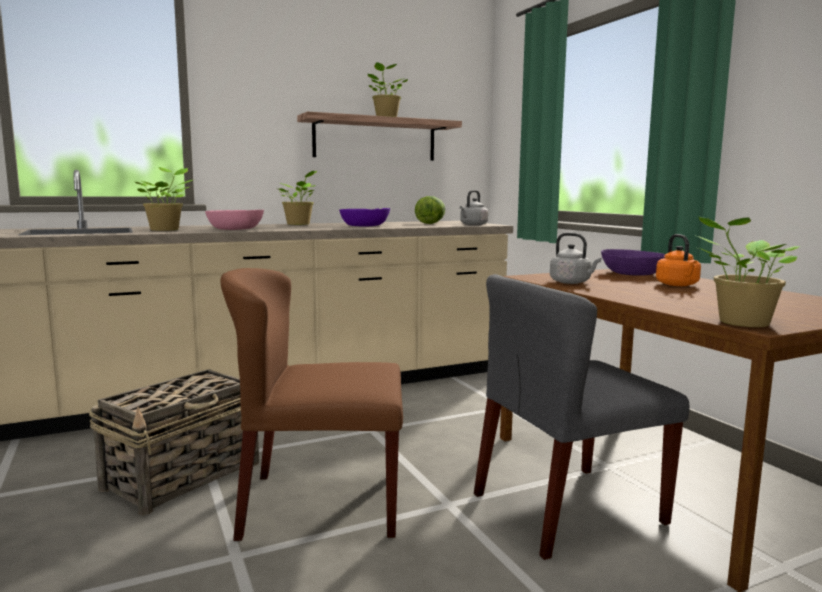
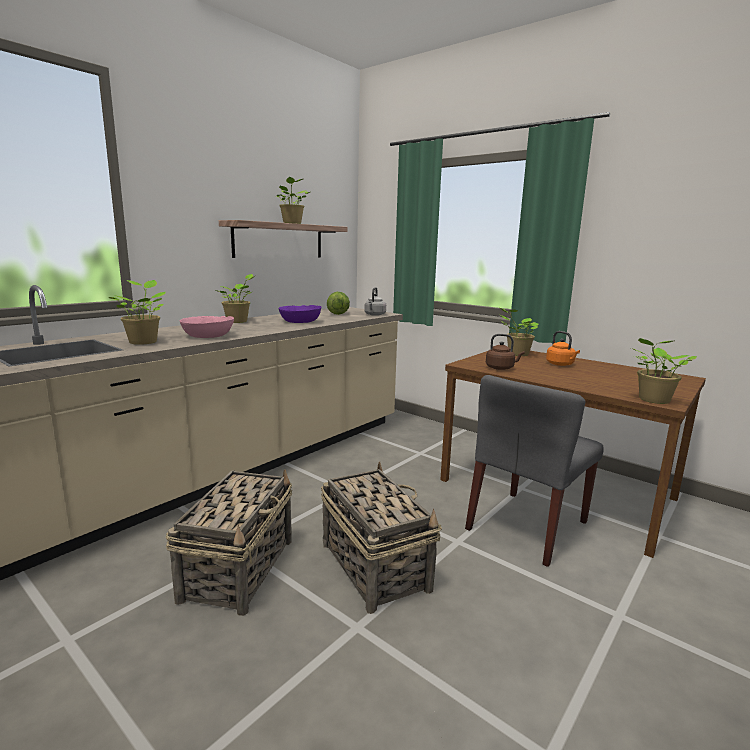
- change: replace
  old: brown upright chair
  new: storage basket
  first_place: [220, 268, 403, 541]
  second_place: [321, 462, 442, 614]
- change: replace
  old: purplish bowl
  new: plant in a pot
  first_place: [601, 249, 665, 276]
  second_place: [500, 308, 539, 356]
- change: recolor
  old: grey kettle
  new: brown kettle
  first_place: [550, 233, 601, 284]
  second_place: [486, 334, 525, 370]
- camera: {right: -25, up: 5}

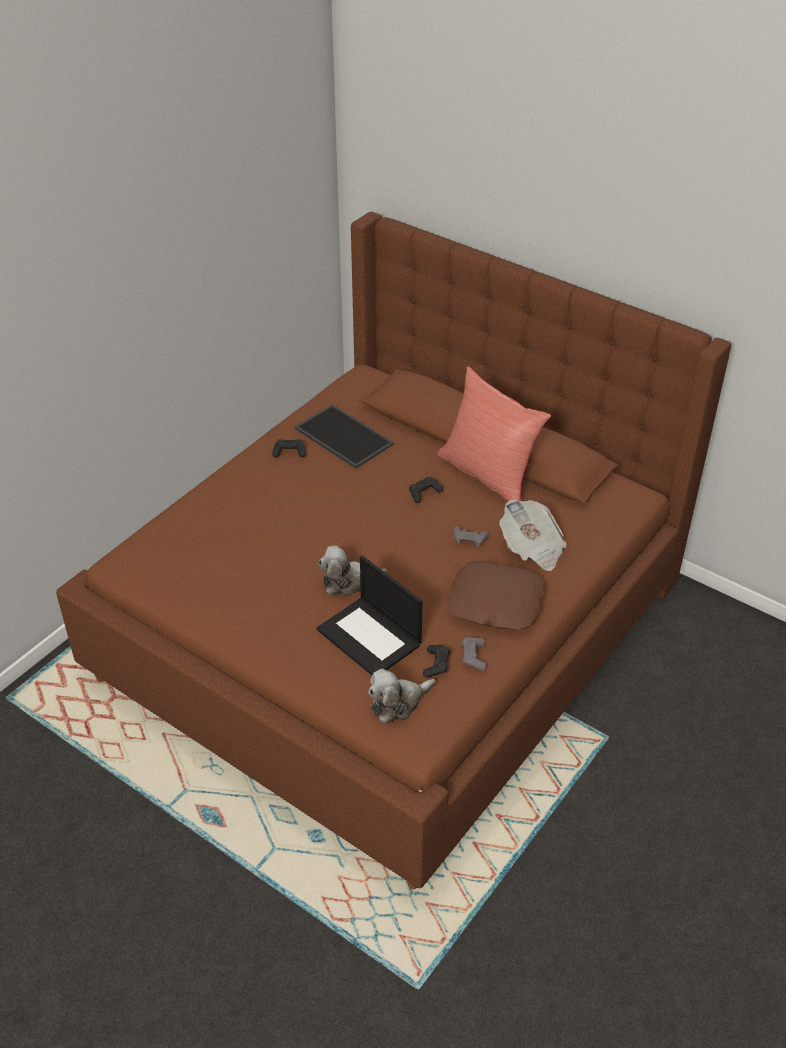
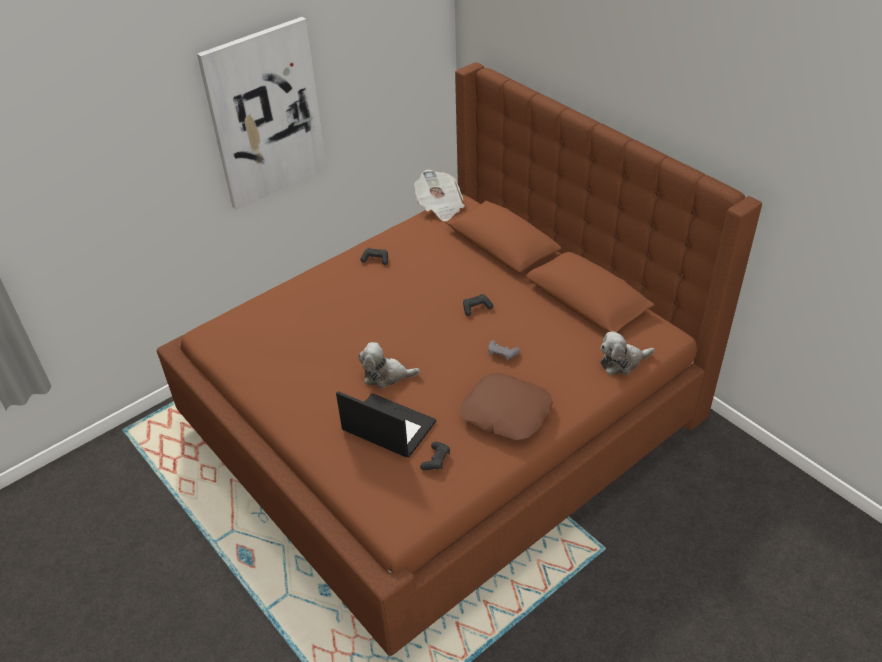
- change: delete
  old: serving tray
  first_place: [295, 404, 394, 469]
- change: delete
  old: red cushion
  first_place: [437, 367, 551, 501]
- change: delete
  old: grey gamepad
  first_place: [462, 637, 487, 671]
- change: insert
  new: wall picture
  second_place: [197, 17, 327, 210]
- change: move
  old: plush toy
  first_place: [368, 668, 436, 723]
  second_place: [600, 331, 655, 375]
- change: move
  old: printed paper
  first_place: [499, 499, 567, 571]
  second_place: [414, 169, 465, 221]
- change: rotate
  old: portable computer
  first_place: [317, 556, 423, 675]
  second_place: [336, 391, 436, 458]
  degrees: 150
- camera: {right: 15, up: 0}

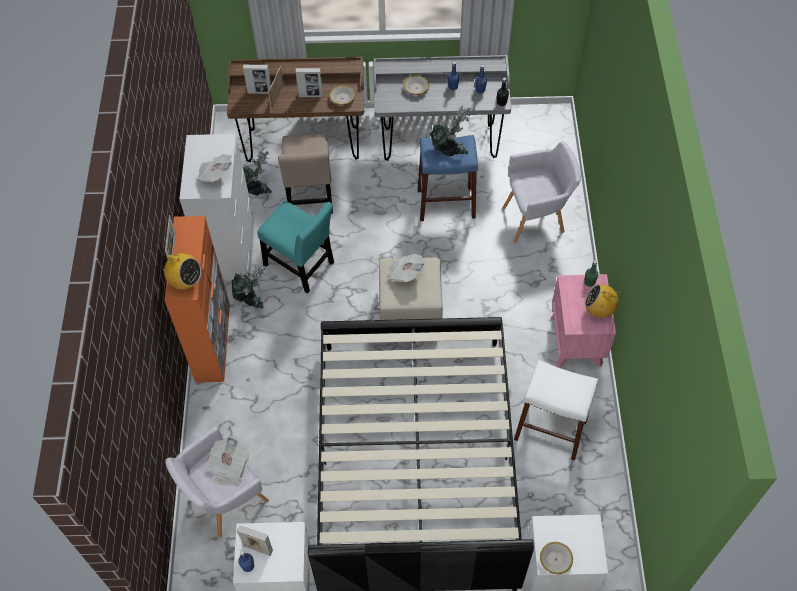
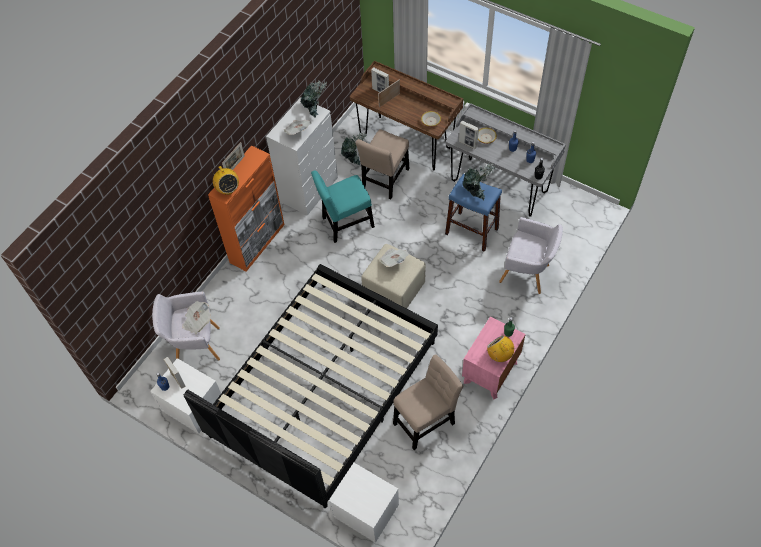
- change: delete
  old: bowl
  first_place: [540, 542, 573, 574]
- change: move
  old: plant in a pot
  first_place: [232, 262, 266, 309]
  second_place: [301, 81, 327, 118]
- change: move
  old: picture frame
  first_place: [296, 68, 323, 97]
  second_place: [459, 120, 479, 149]
- change: replace
  old: whitish stool seat
  new: beige upright chair
  first_place: [514, 360, 599, 460]
  second_place: [393, 354, 463, 450]
- change: rotate
  old: turquoise upright chair
  first_place: [257, 201, 334, 293]
  second_place: [311, 170, 375, 243]
  degrees: 90
- camera: {right: 35, up: 0}

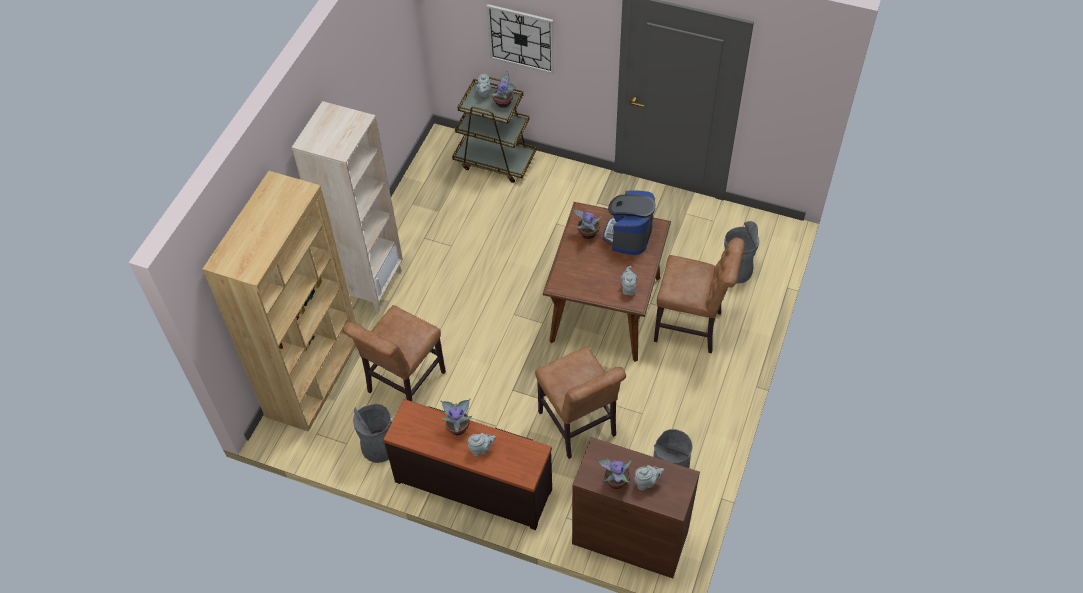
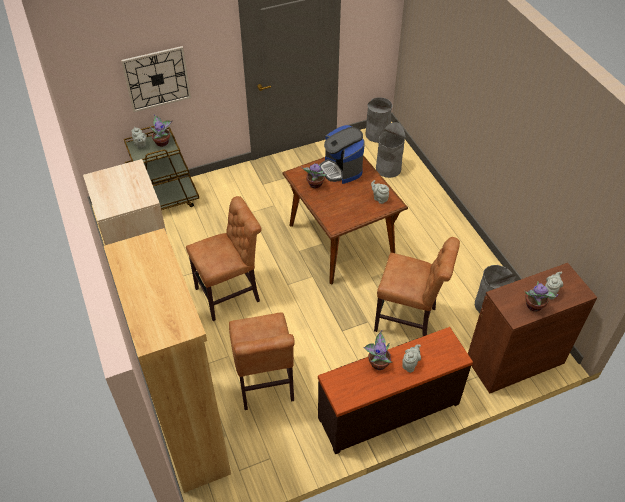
- change: move
  old: grey rubbish bin
  first_place: [353, 404, 392, 463]
  second_place: [365, 97, 392, 143]
- change: move
  old: brown upright chair
  first_place: [654, 238, 744, 353]
  second_place: [186, 196, 262, 321]
- camera: {right: -45, up: -5}

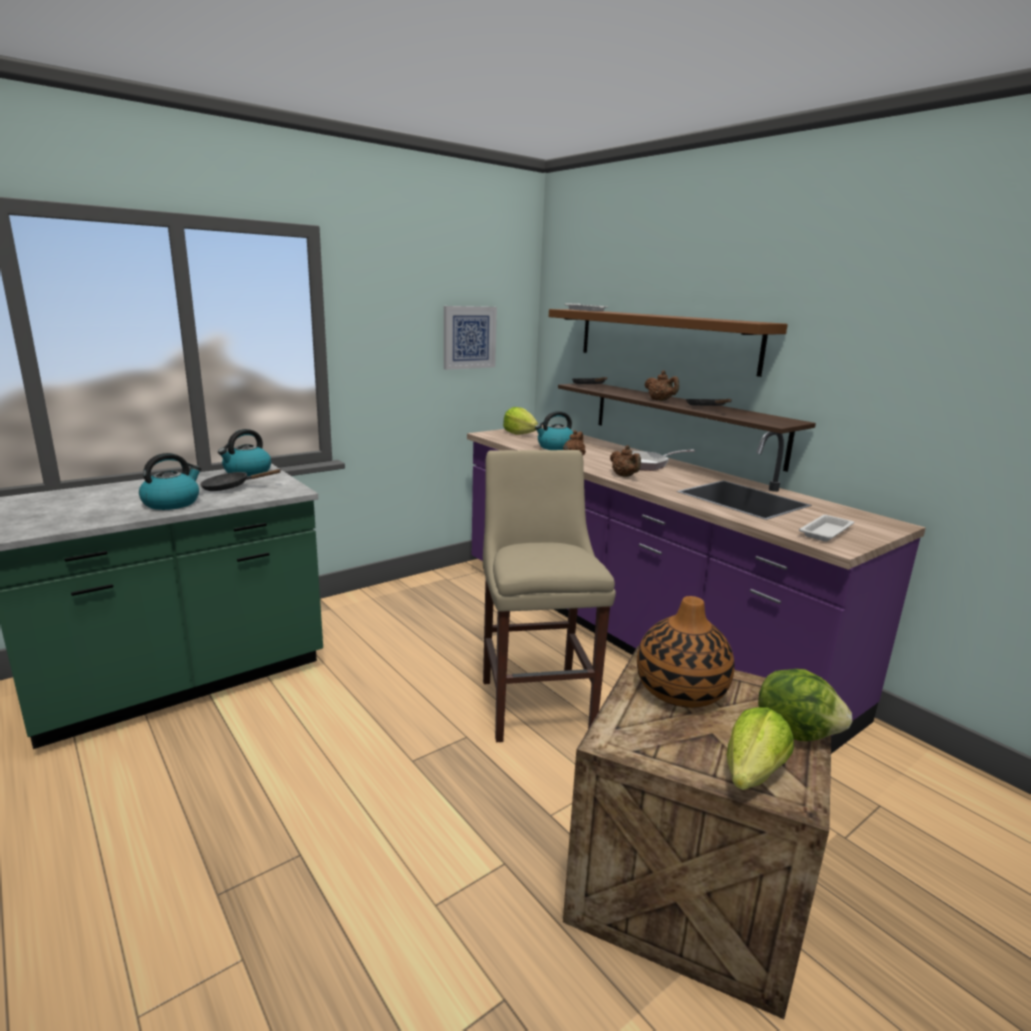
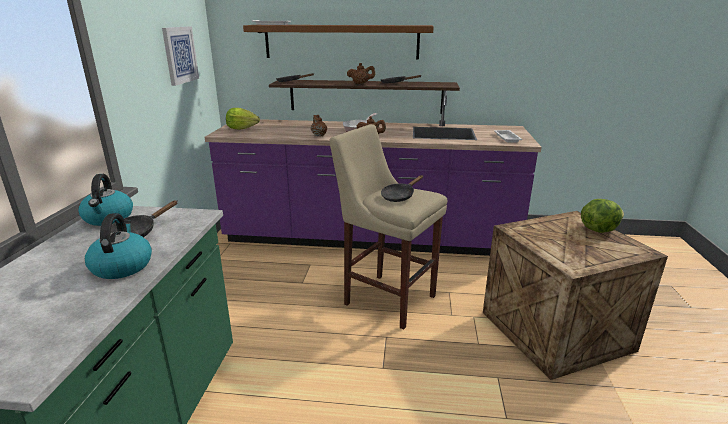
- change: delete
  old: kettle
  first_place: [535, 411, 573, 450]
- change: delete
  old: decorative vase
  first_place: [637, 596, 735, 708]
- change: delete
  old: lettuce
  first_place: [727, 707, 794, 790]
- change: insert
  new: black pan
  second_place: [381, 175, 423, 202]
- camera: {right: -45, up: 5}

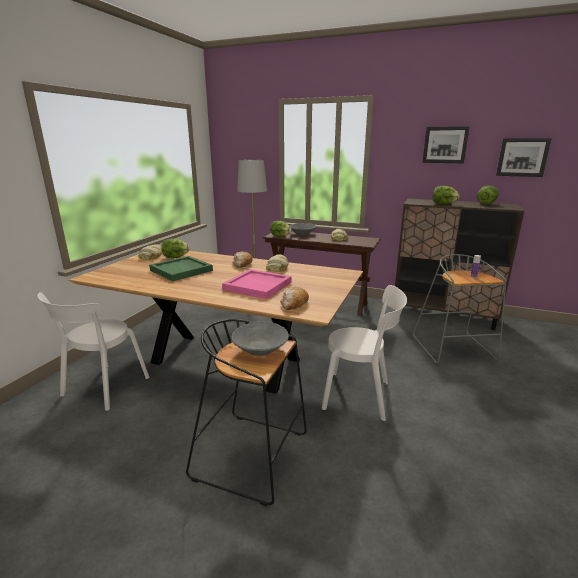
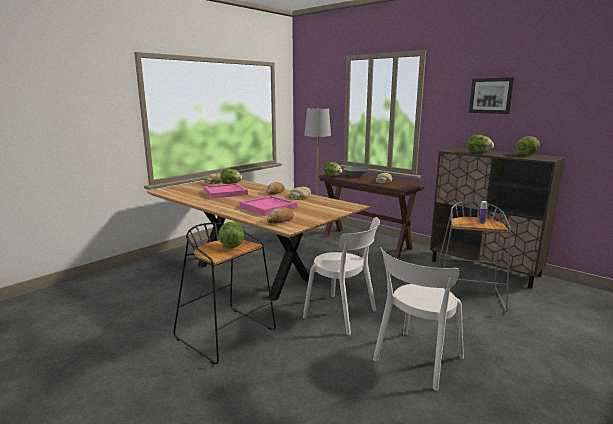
- change: delete
  old: wall picture
  first_place: [496, 138, 552, 177]
- change: move
  old: whitish upright chair
  first_place: [38, 292, 149, 411]
  second_place: [373, 247, 464, 391]
- change: replace
  old: grey bowl
  new: lettuce
  first_place: [231, 321, 289, 356]
  second_place: [218, 222, 244, 248]
- change: recolor
  old: green serving tray
  new: pinkish serving tray
  first_place: [149, 256, 213, 282]
  second_place: [204, 183, 248, 199]
- camera: {right: 20, up: -5}

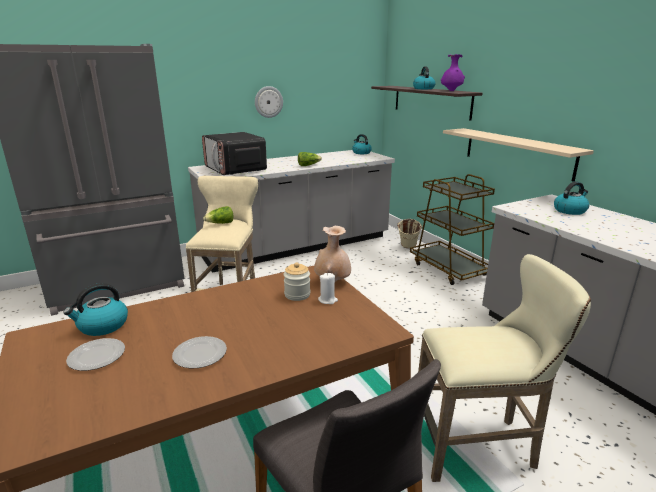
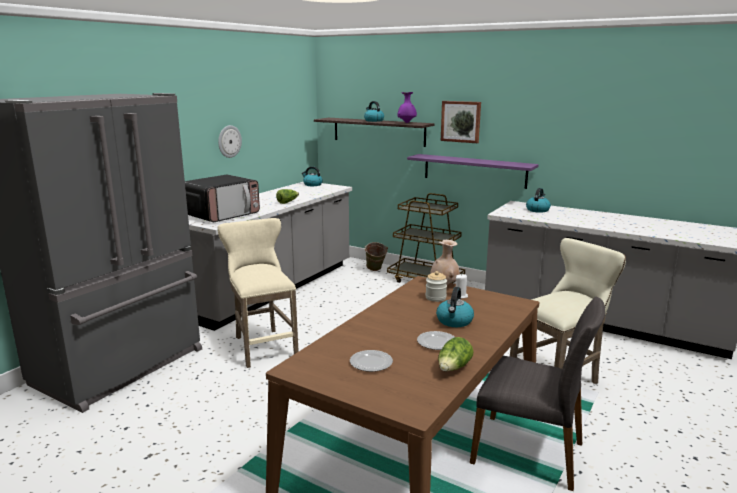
- change: insert
  new: wall picture
  second_place: [441, 101, 481, 143]
- change: move
  old: kettle
  first_place: [63, 283, 128, 336]
  second_place: [436, 287, 474, 327]
- change: move
  old: lettuce
  first_place: [203, 206, 233, 224]
  second_place: [438, 337, 474, 371]
- change: recolor
  old: beige water bucket
  new: green water bucket
  first_place: [397, 219, 422, 248]
  second_place: [364, 242, 388, 271]
- change: recolor
  old: beige shelf
  new: purplish shelf
  first_place: [443, 128, 594, 182]
  second_place: [407, 154, 539, 189]
- change: rotate
  old: microwave
  first_place: [202, 132, 267, 175]
  second_place: [185, 175, 260, 222]
  degrees: -75
- camera: {right: -30, up: -5}

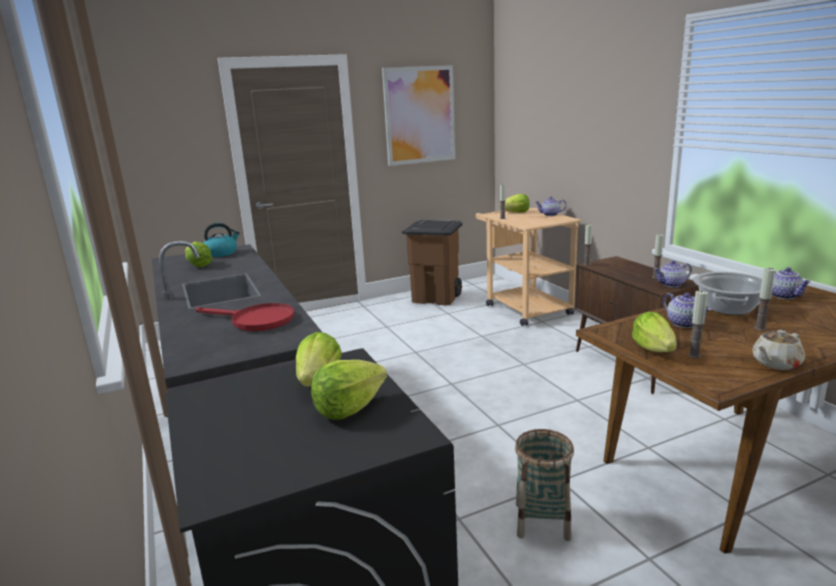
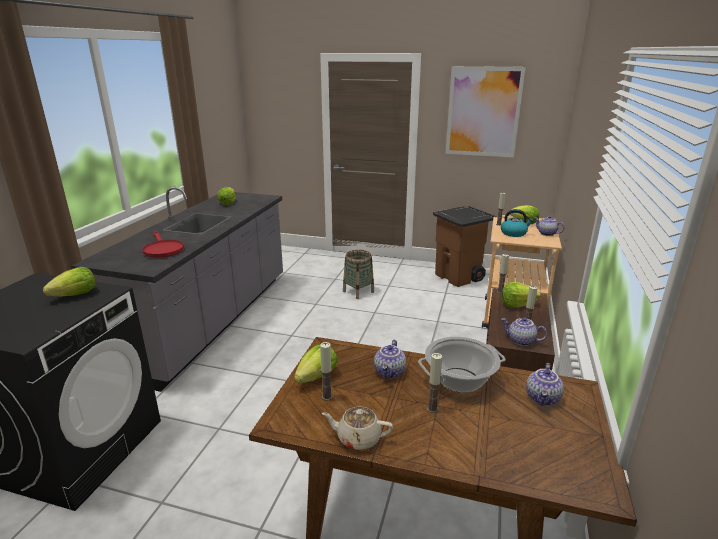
- change: move
  old: kettle
  first_place: [203, 223, 240, 257]
  second_place: [501, 209, 533, 237]
- change: move
  old: lettuce
  first_place: [311, 360, 387, 420]
  second_place: [502, 282, 541, 307]
- change: move
  old: storage basket
  first_place: [515, 429, 574, 541]
  second_place: [343, 250, 374, 299]
- camera: {right: 40, up: 5}

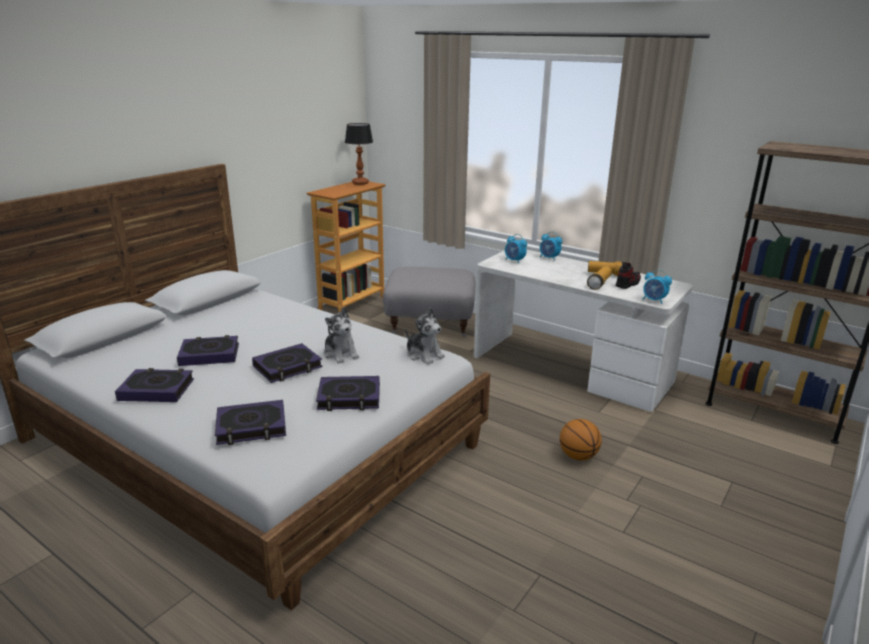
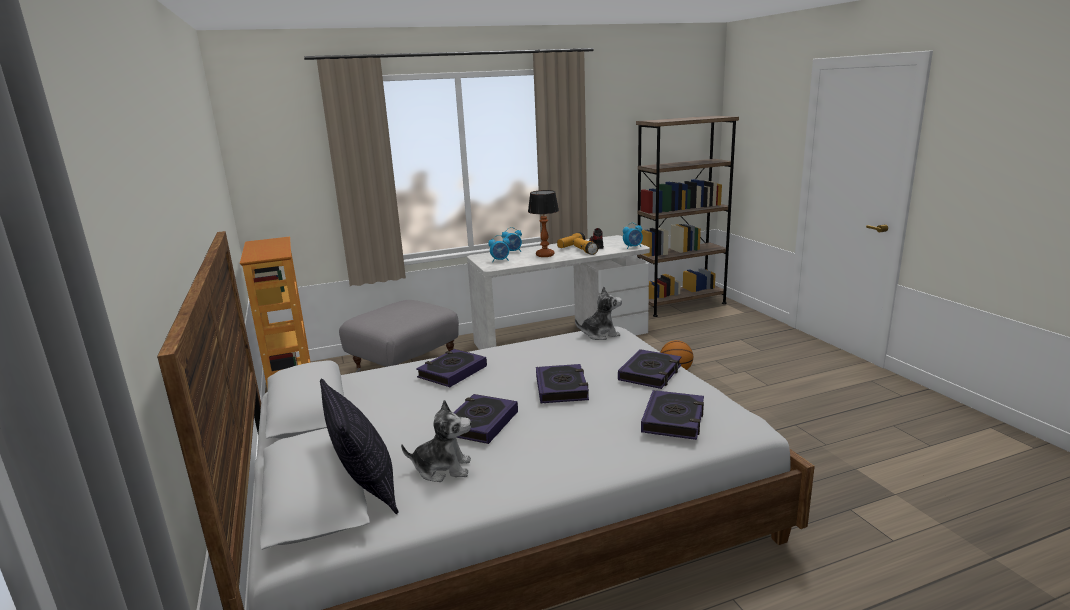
- change: insert
  new: cushion
  second_place: [320, 379, 399, 514]
- change: move
  old: volume
  first_place: [115, 368, 194, 402]
  second_place: [416, 349, 487, 387]
- change: move
  old: plush toy
  first_place: [324, 307, 359, 364]
  second_place: [401, 400, 471, 482]
- change: move
  old: lamp for a table
  first_place: [345, 123, 373, 185]
  second_place: [528, 190, 559, 257]
- camera: {right: -55, up: -5}

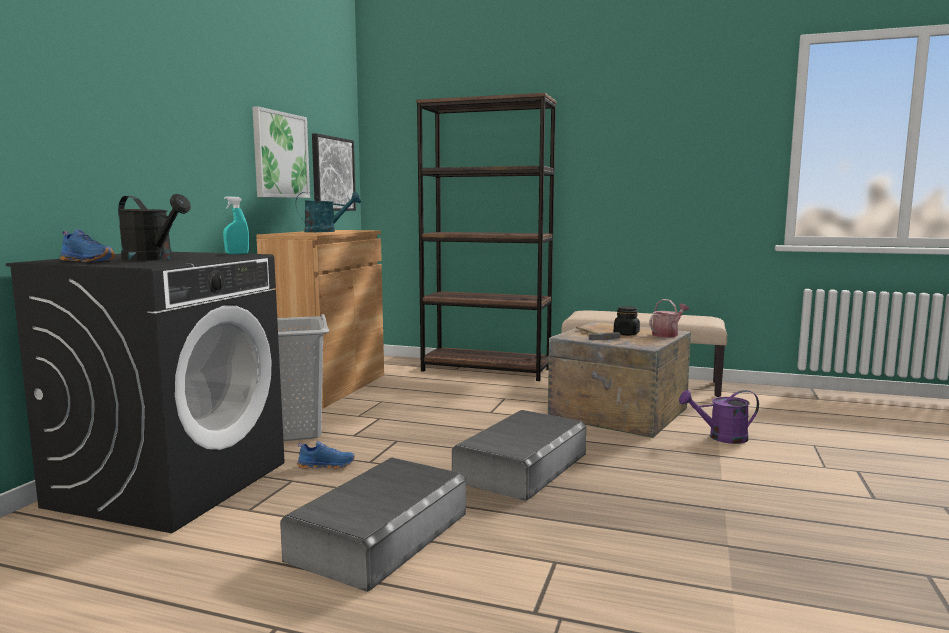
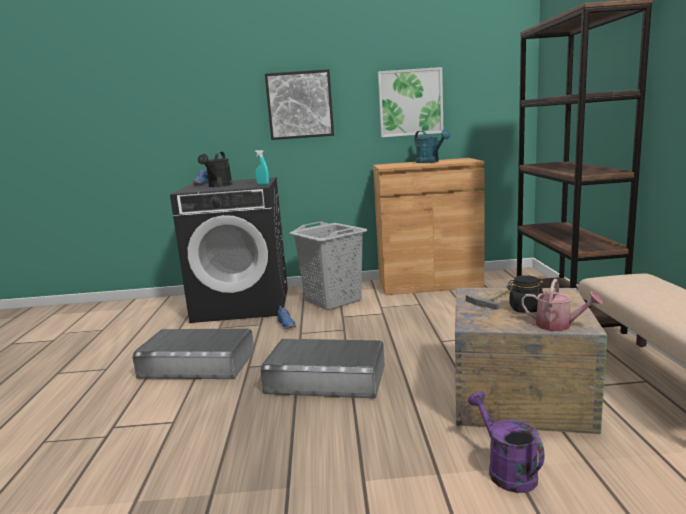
- change: move
  old: wall picture
  first_place: [312, 133, 356, 211]
  second_place: [265, 69, 334, 140]
- camera: {right: 70, up: 5}

